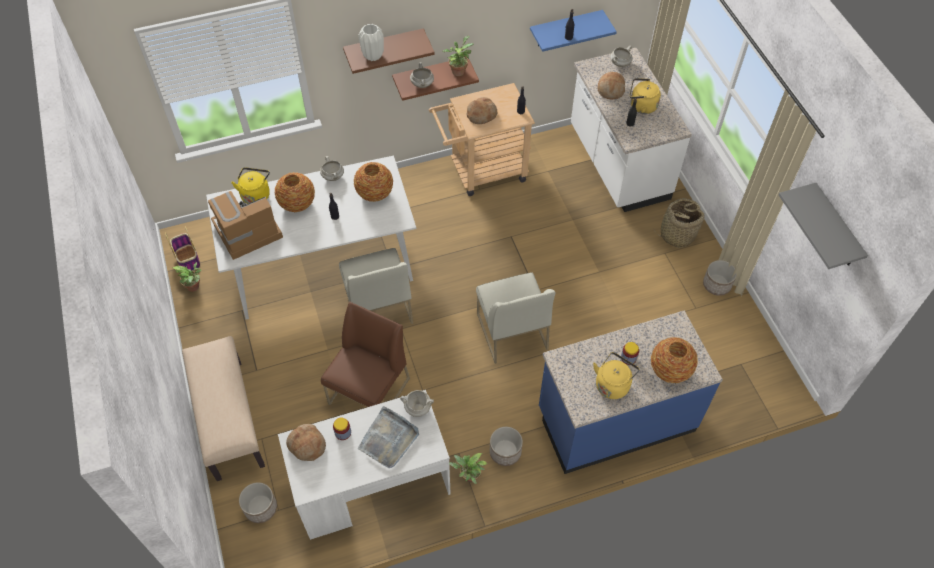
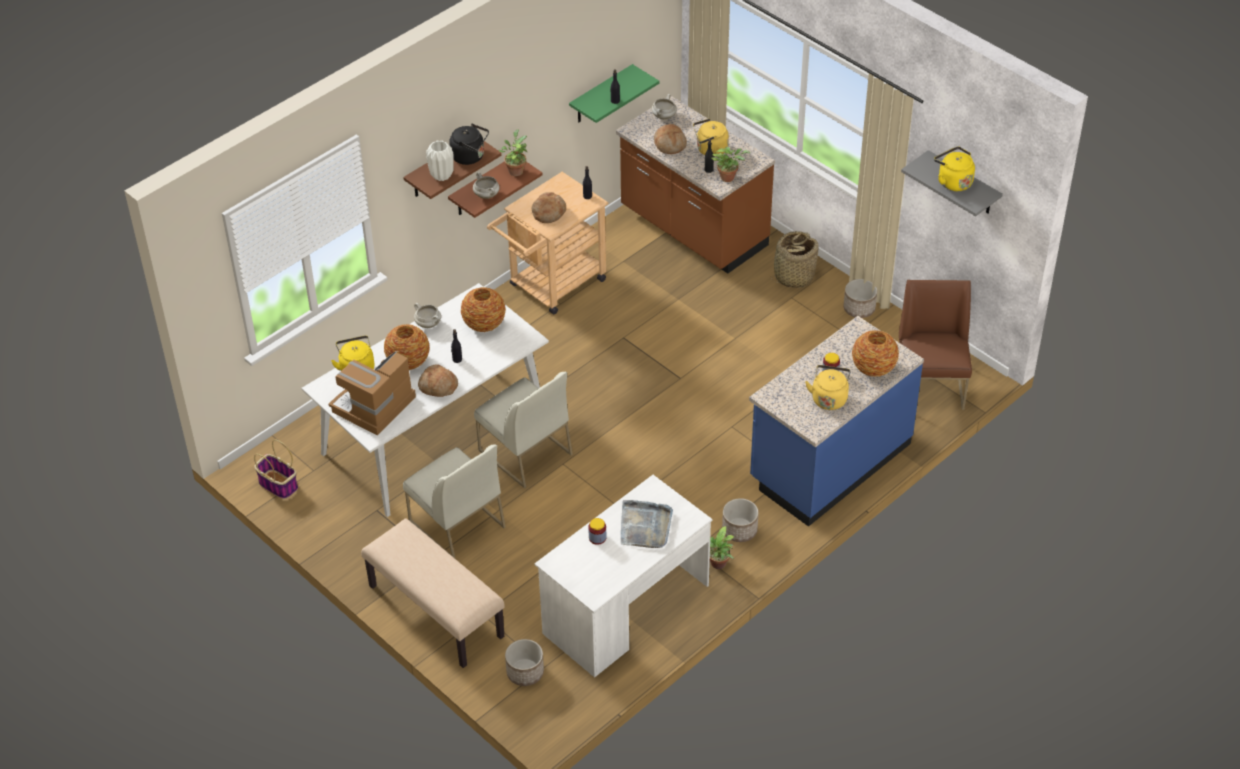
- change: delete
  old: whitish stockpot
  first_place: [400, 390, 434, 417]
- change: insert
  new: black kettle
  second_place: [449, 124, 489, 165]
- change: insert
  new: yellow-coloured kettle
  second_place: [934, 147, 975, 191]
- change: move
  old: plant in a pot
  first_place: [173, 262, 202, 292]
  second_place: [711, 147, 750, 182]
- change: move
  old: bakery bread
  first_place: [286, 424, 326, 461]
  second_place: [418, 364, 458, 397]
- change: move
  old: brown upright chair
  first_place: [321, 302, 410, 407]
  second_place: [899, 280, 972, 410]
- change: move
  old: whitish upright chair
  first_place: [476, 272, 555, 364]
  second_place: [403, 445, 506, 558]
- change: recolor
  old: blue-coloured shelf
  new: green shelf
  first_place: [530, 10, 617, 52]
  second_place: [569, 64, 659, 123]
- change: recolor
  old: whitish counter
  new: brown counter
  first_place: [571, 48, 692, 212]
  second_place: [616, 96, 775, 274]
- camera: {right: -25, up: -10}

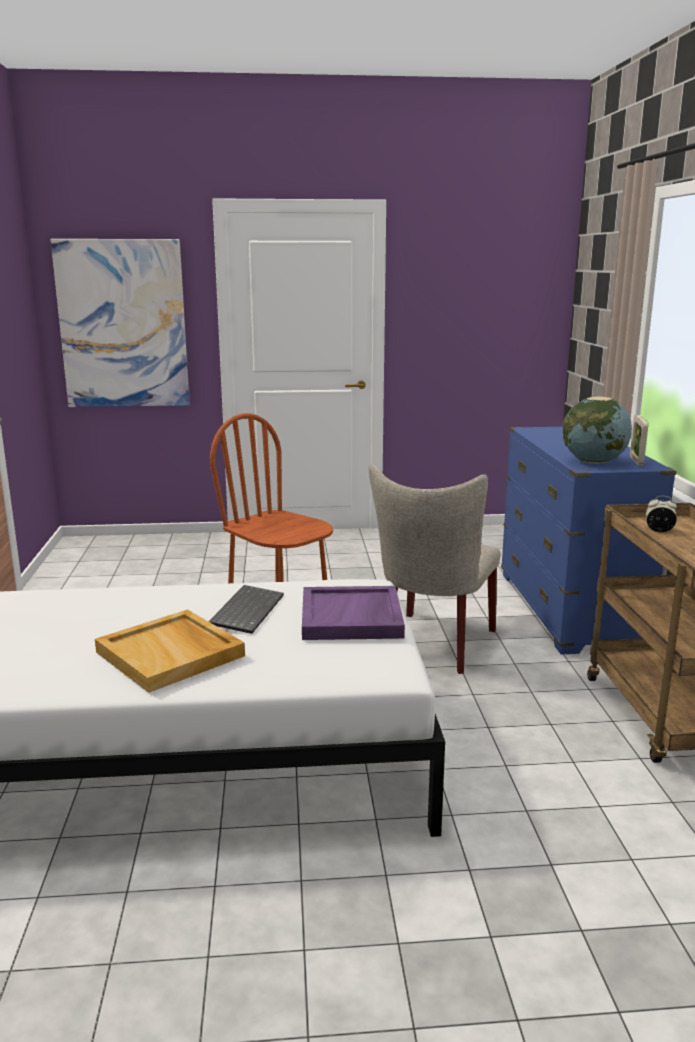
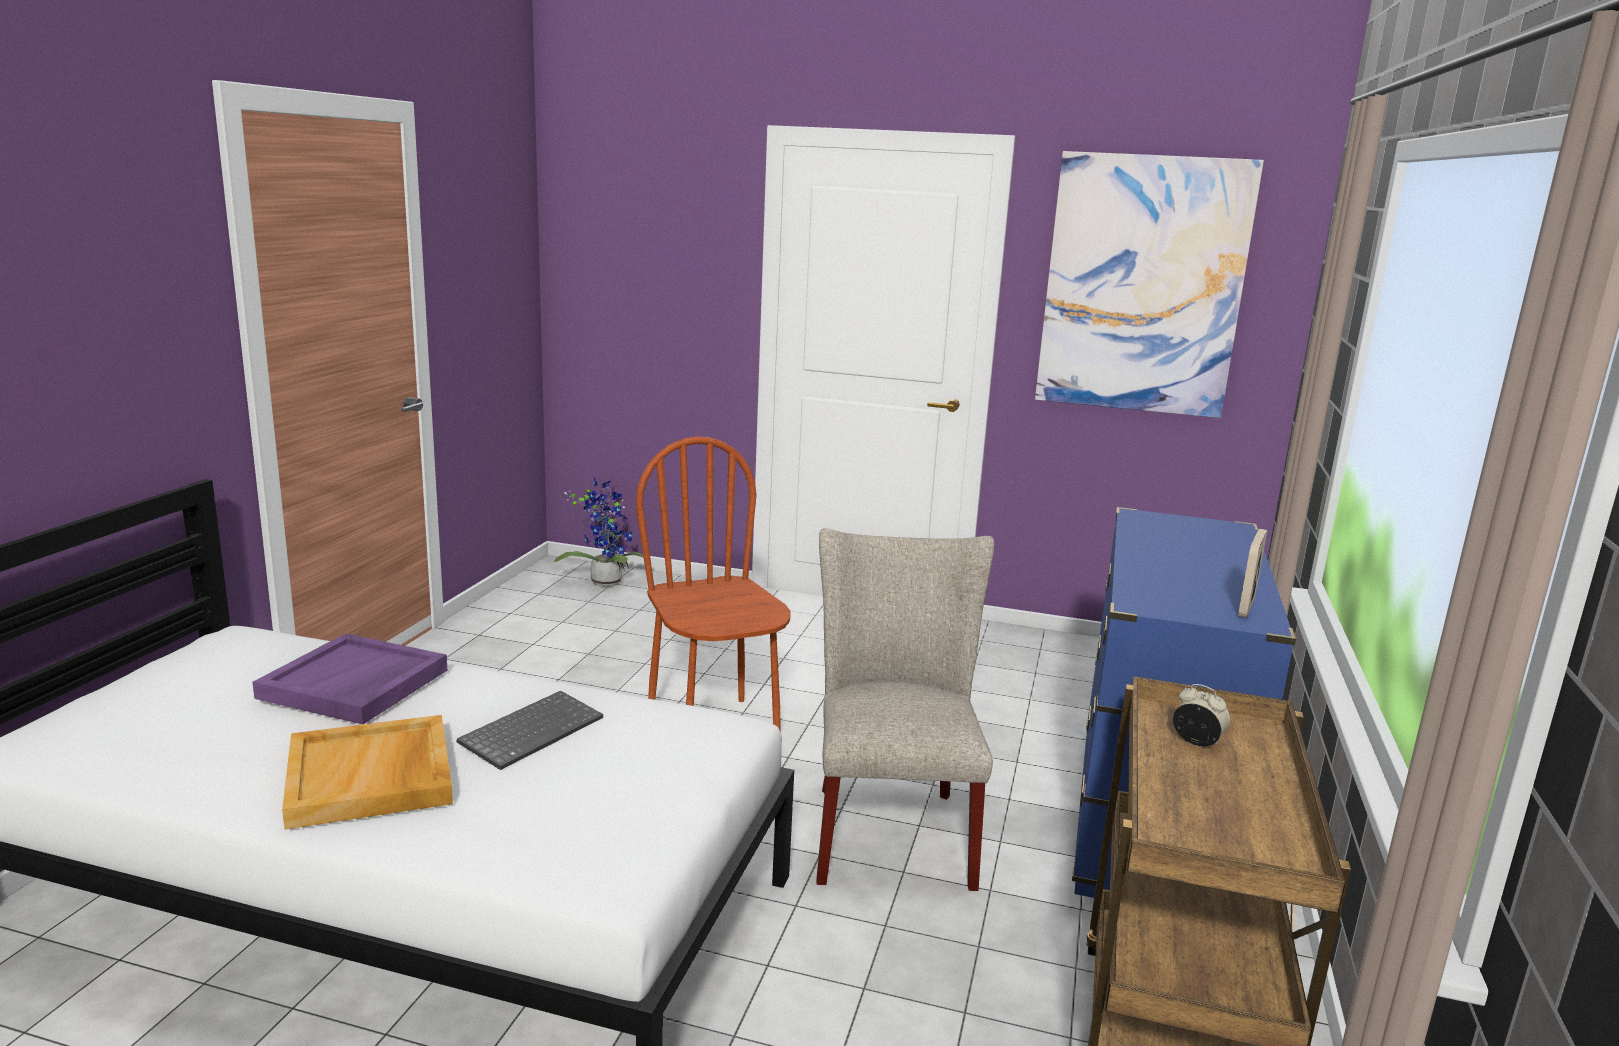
- change: delete
  old: world globe
  first_place: [563, 397, 632, 464]
- change: insert
  new: plant in a pot
  second_place: [554, 477, 644, 587]
- change: move
  old: wall picture
  first_place: [51, 239, 190, 407]
  second_place: [1035, 151, 1264, 418]
- change: move
  old: purplish serving tray
  first_place: [302, 586, 405, 640]
  second_place: [252, 633, 448, 725]
- change: rotate
  old: beige upright chair
  first_place: [369, 463, 501, 674]
  second_place: [817, 528, 994, 891]
  degrees: 135
- camera: {right: 20, up: 0}

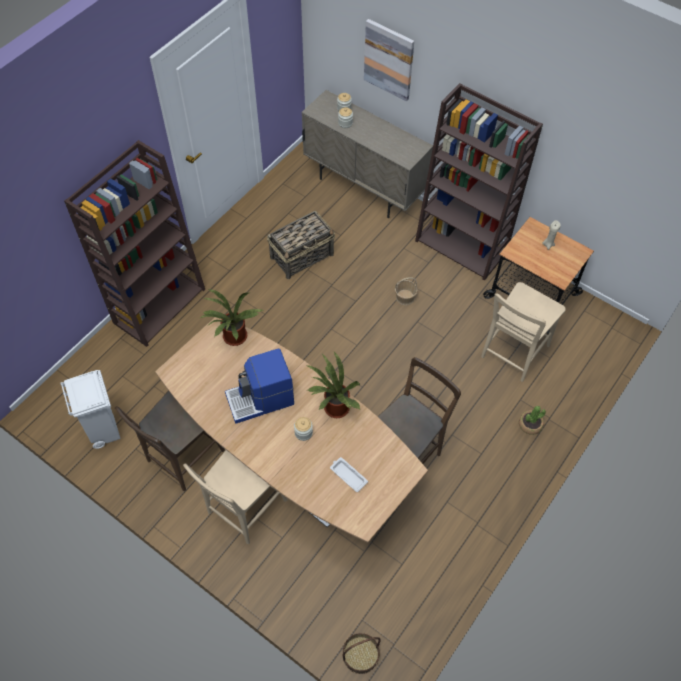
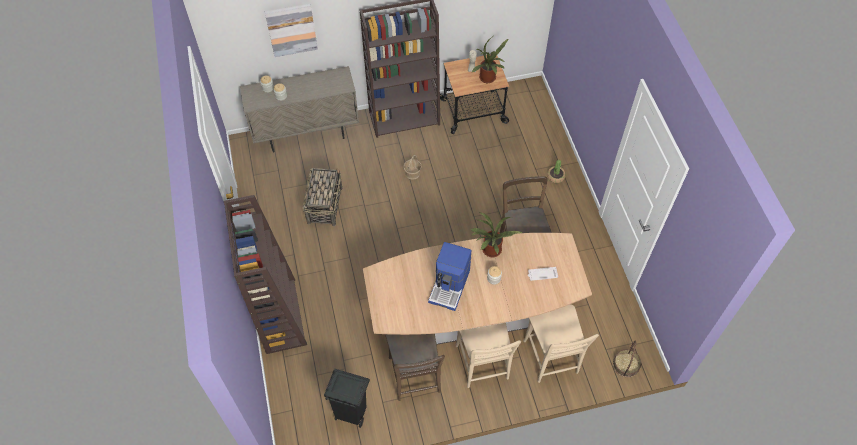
- change: move
  old: plant in a pot
  first_place: [199, 289, 263, 346]
  second_place: [472, 37, 508, 83]
- change: move
  old: beige upright chair
  first_place: [481, 282, 566, 382]
  second_place: [523, 304, 599, 383]
- change: recolor
  old: whitish rubbish bin
  new: black rubbish bin
  first_place: [60, 370, 120, 449]
  second_place: [324, 369, 370, 428]
- camera: {right: -50, up: 0}

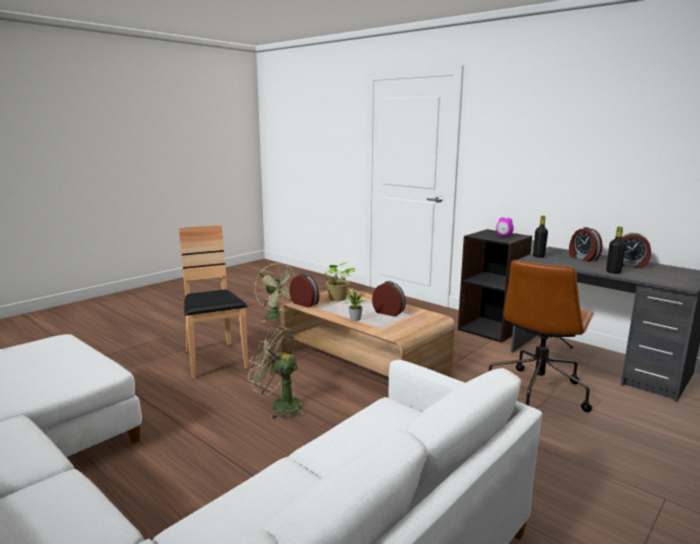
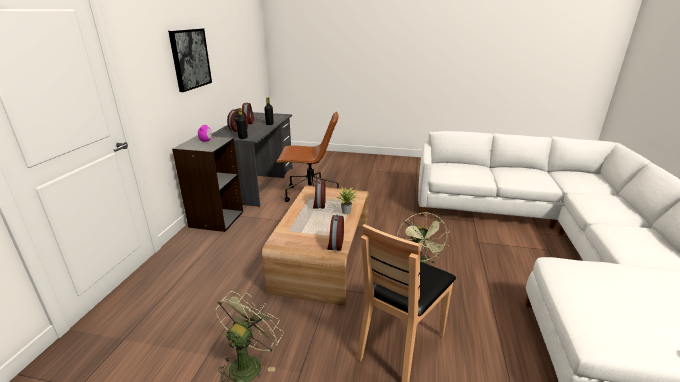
- change: delete
  old: plant in a pot
  first_place: [324, 262, 355, 301]
- change: insert
  new: wall picture
  second_place: [168, 28, 212, 92]
- camera: {right: -120, up: 10}

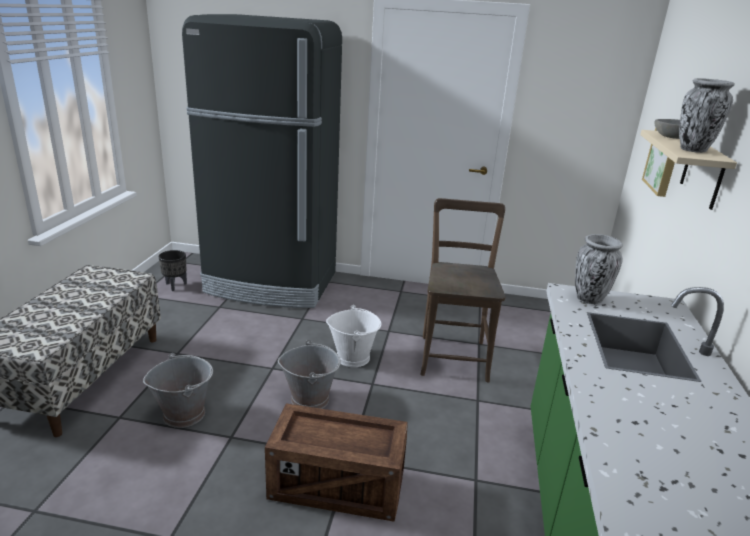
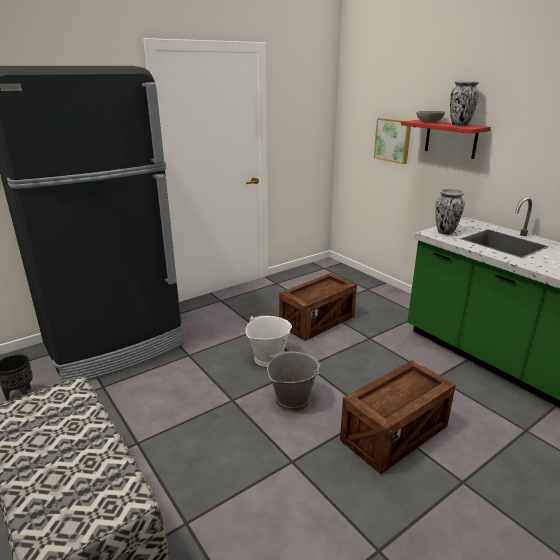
- change: delete
  old: grey water bucket
  first_place: [143, 353, 213, 428]
- change: replace
  old: brown upright chair
  new: crate
  first_place: [420, 198, 506, 382]
  second_place: [279, 273, 357, 341]
- change: recolor
  old: beige shelf
  new: red shelf
  first_place: [640, 130, 737, 210]
  second_place: [401, 120, 491, 159]
- camera: {right: -45, up: 0}

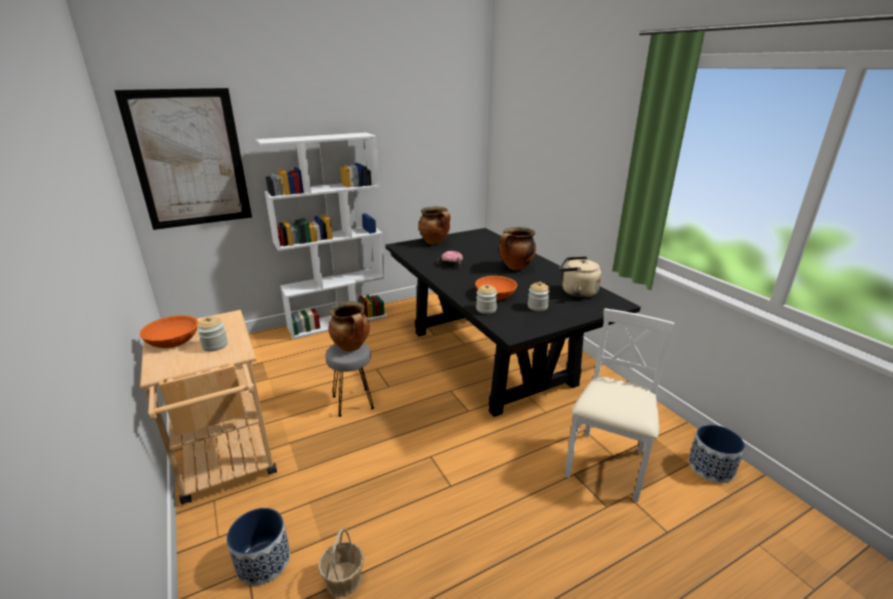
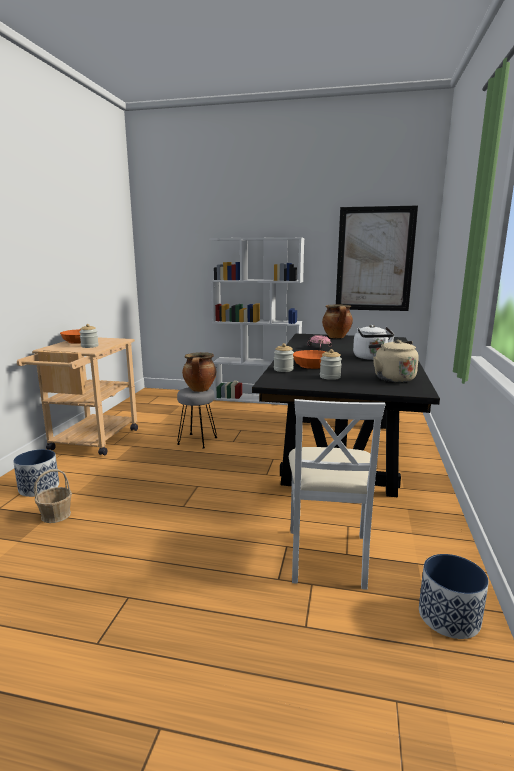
- change: move
  old: wall picture
  first_place: [114, 88, 252, 230]
  second_place: [336, 206, 418, 311]
- change: replace
  old: stockpot
  new: whitish kettle
  first_place: [499, 227, 536, 270]
  second_place: [353, 325, 395, 360]
- change: rotate
  old: whitish upright chair
  first_place: [564, 308, 674, 502]
  second_place: [289, 399, 385, 590]
  degrees: 120
- camera: {right: 40, up: -10}

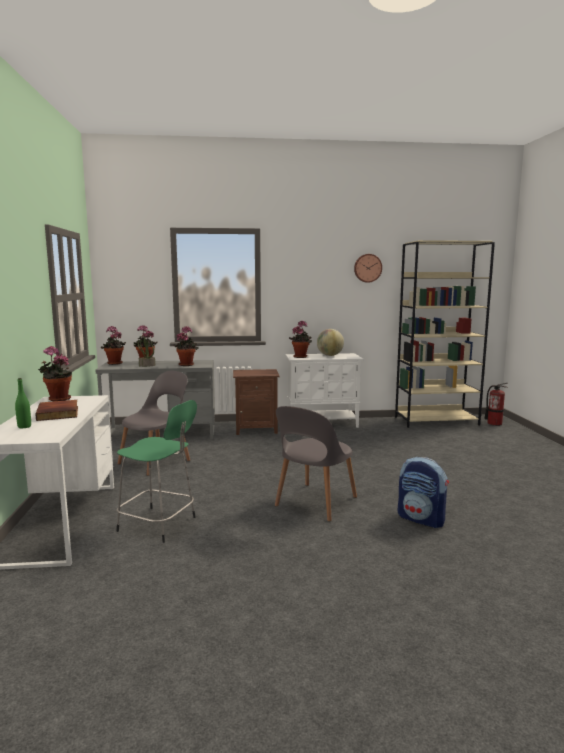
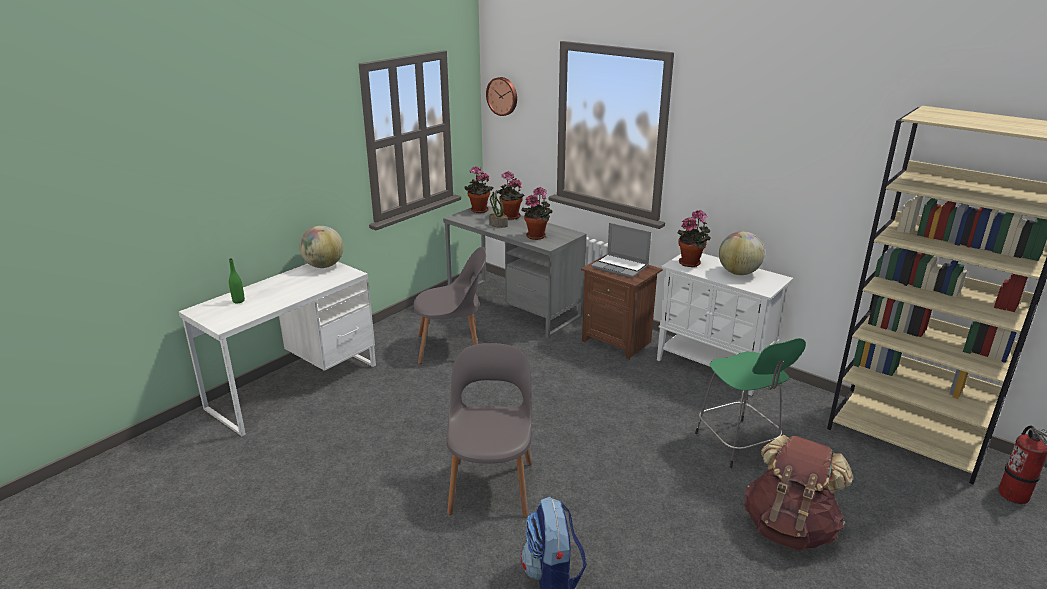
- change: delete
  old: volume
  first_place: [35, 400, 78, 421]
- change: insert
  new: portable computer
  second_place: [591, 223, 651, 278]
- change: insert
  new: brown knapsack
  second_place: [744, 434, 853, 550]
- change: move
  old: green stool seat
  first_place: [116, 400, 197, 543]
  second_place: [695, 338, 806, 468]
- change: move
  old: clock on the wall
  first_place: [354, 254, 382, 283]
  second_place: [486, 77, 517, 116]
- change: replace
  old: plant in a pot
  new: world globe
  first_place: [38, 346, 72, 401]
  second_place: [299, 226, 343, 268]
- change: rotate
  old: grey upright chair
  first_place: [275, 406, 357, 522]
  second_place: [446, 343, 532, 518]
  degrees: 105
- camera: {right: 45, up: 15}

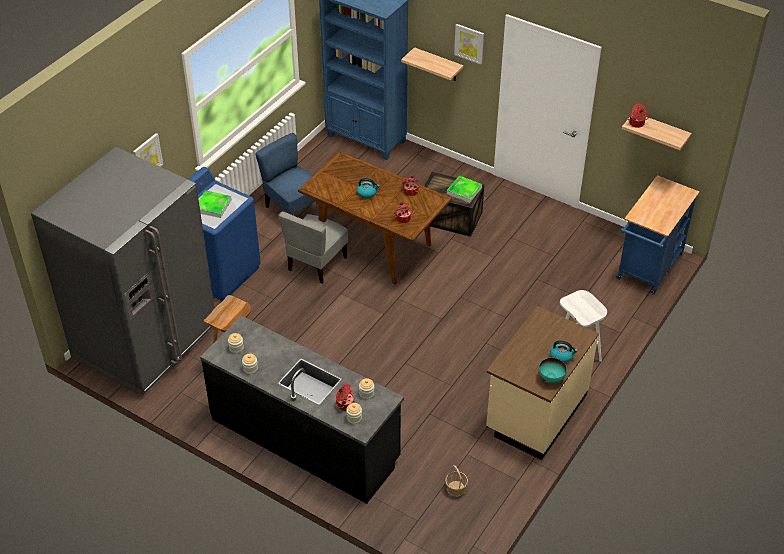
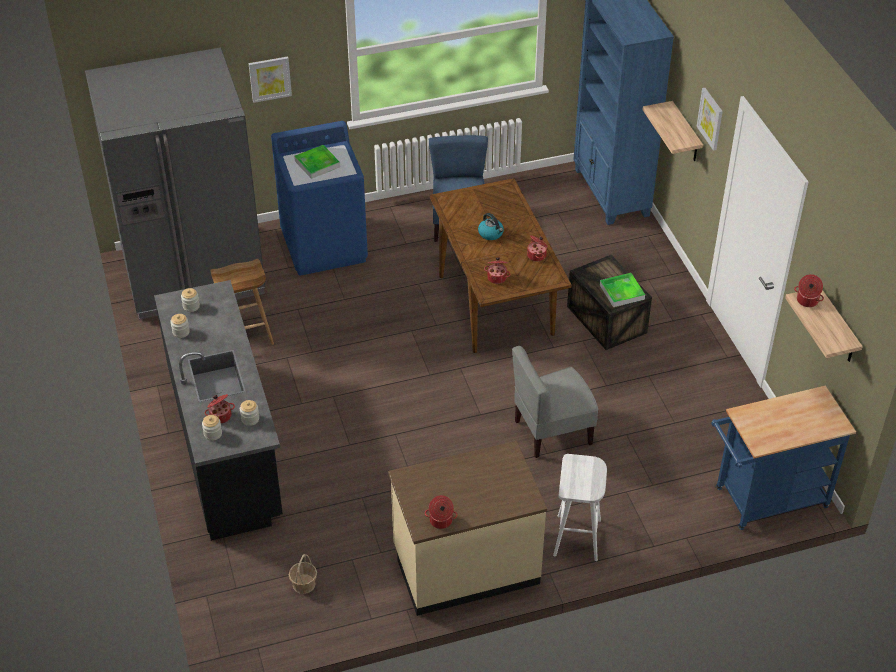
- change: delete
  old: kettle
  first_place: [550, 340, 578, 363]
- change: move
  old: grey upright chair
  first_place: [278, 212, 348, 284]
  second_place: [512, 346, 598, 458]
- change: replace
  old: turquoise bowl
  new: stockpot
  first_place: [539, 358, 567, 384]
  second_place: [425, 495, 458, 529]
- camera: {right: 40, up: 0}

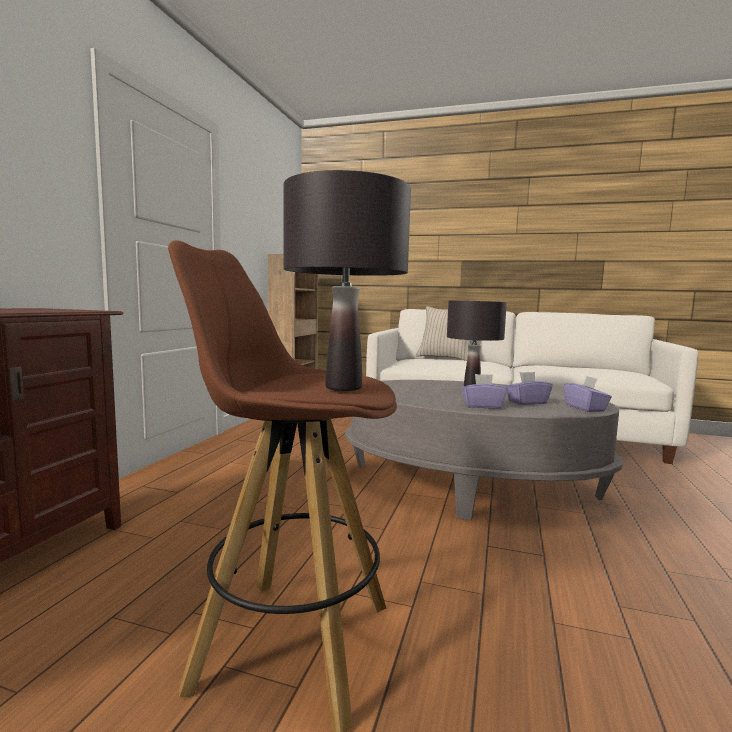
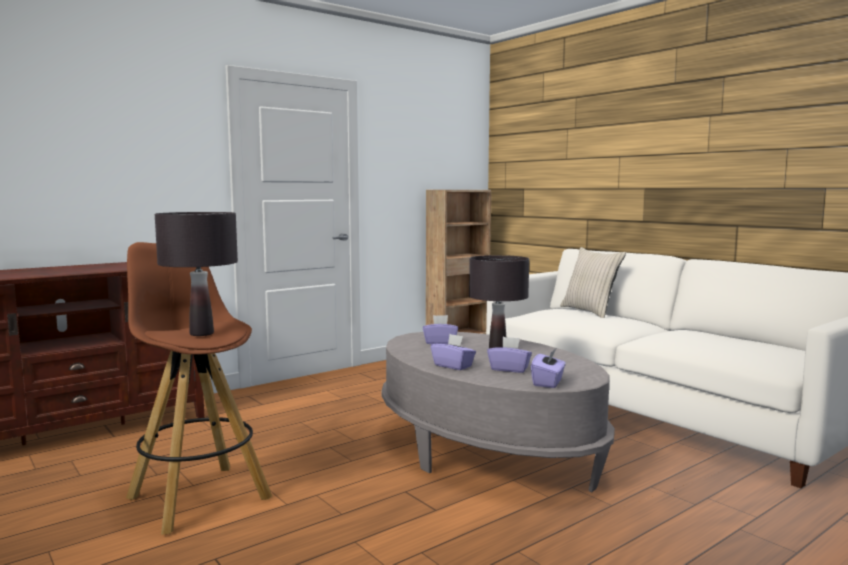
- change: insert
  new: purplish tissue box
  second_place: [423, 315, 458, 344]
- camera: {right: 35, up: 0}

